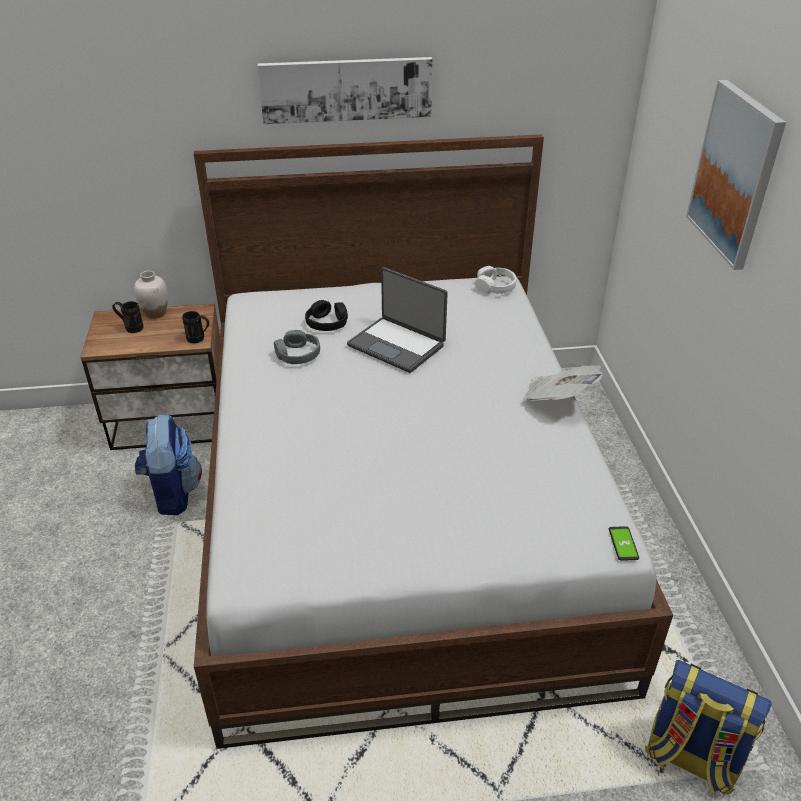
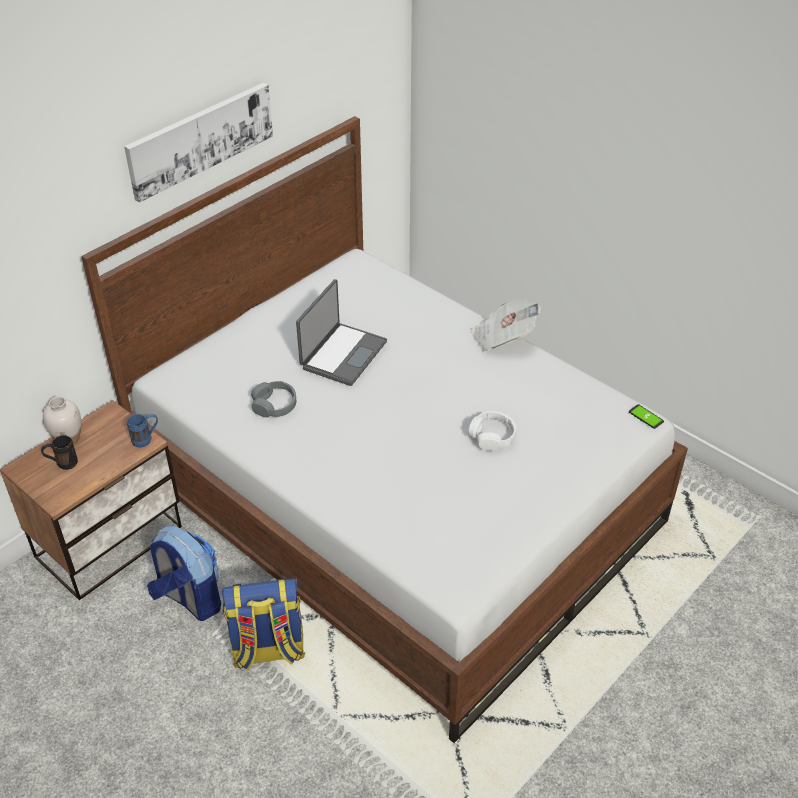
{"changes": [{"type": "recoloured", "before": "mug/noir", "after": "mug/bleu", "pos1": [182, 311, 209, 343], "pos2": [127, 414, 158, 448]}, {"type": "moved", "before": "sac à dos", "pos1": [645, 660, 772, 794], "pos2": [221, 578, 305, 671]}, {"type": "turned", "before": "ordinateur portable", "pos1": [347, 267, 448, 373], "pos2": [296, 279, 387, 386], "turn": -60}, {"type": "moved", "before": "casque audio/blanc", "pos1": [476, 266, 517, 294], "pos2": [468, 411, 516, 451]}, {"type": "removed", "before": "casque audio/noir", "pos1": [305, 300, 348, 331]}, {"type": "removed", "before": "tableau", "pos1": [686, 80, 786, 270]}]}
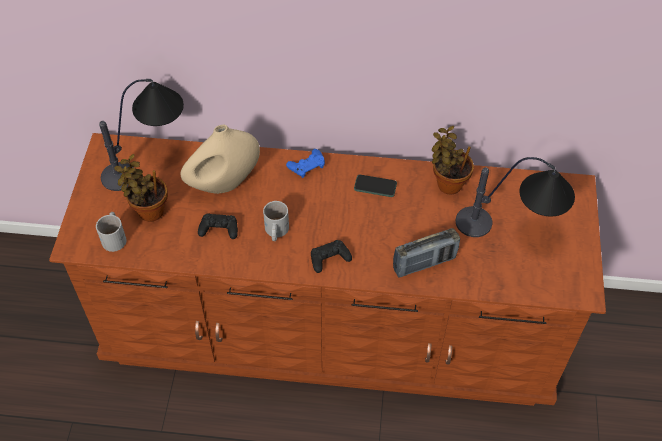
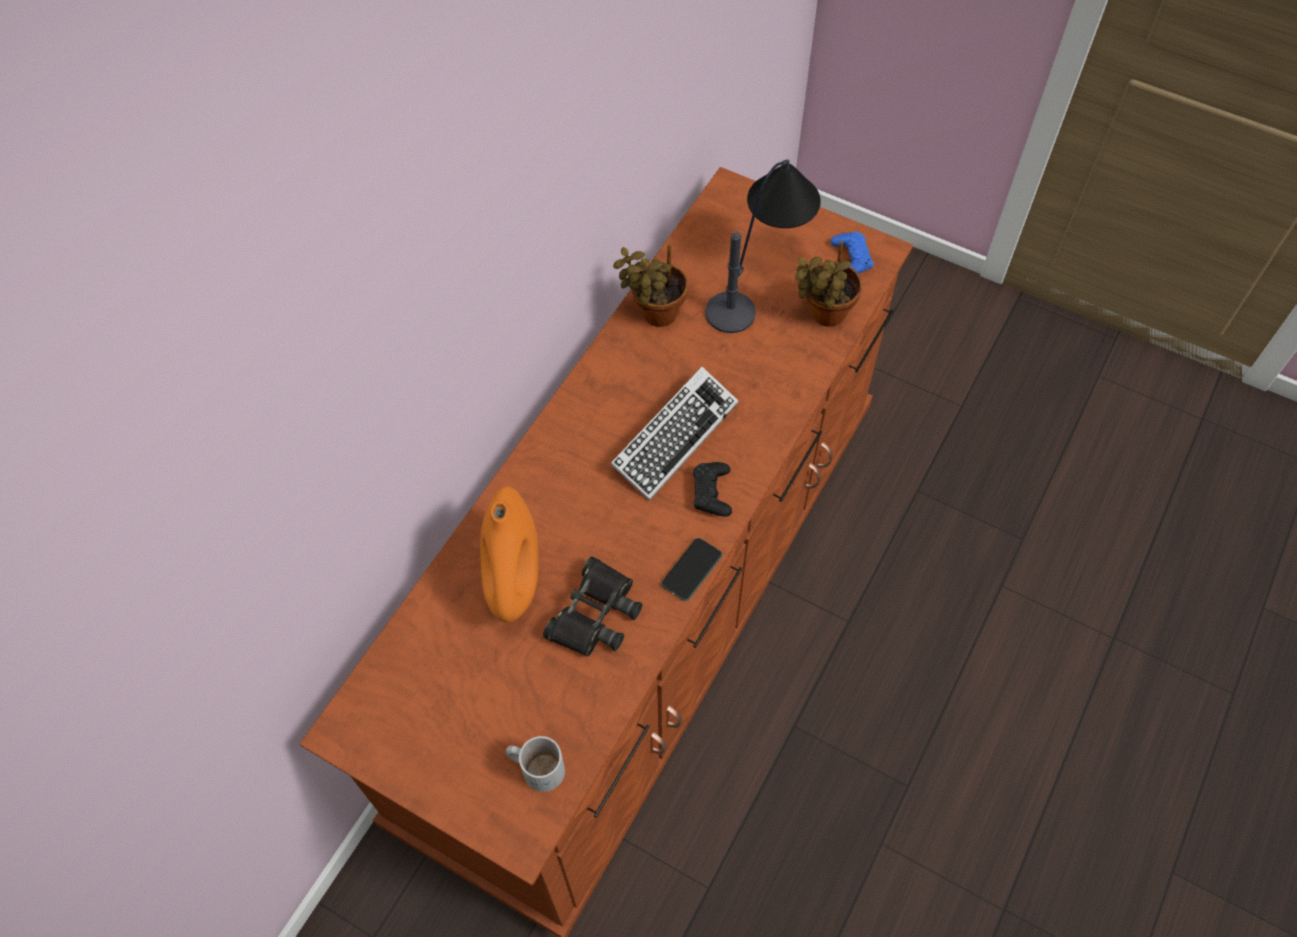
{"changes": [{"type": "recoloured", "before": "vase/beige", "after": "vase/orange", "pos1": [180, 124, 260, 194], "pos2": [480, 487, 539, 623]}, {"type": "replaced", "before": "manette/noir", "after": "jumelles/noir", "pos1": [198, 213, 238, 239], "pos2": [543, 556, 643, 657]}, {"type": "added", "after": "clavier", "pos2": [610, 367, 738, 501]}, {"type": "moved", "before": "téléphone", "pos1": [354, 175, 397, 197], "pos2": [661, 538, 722, 601]}, {"type": "moved", "before": "plante en pot", "pos1": [115, 154, 168, 222], "pos2": [795, 241, 862, 327]}, {"type": "moved", "before": "manette/bleu", "pos1": [286, 149, 325, 178], "pos2": [830, 232, 874, 274]}, {"type": "removed", "before": "lampe de table", "pos1": [99, 79, 184, 191]}, {"type": "removed", "before": "mug/blanc", "pos1": [263, 201, 289, 241]}, {"type": "removed", "before": "radio", "pos1": [393, 228, 460, 277]}]}
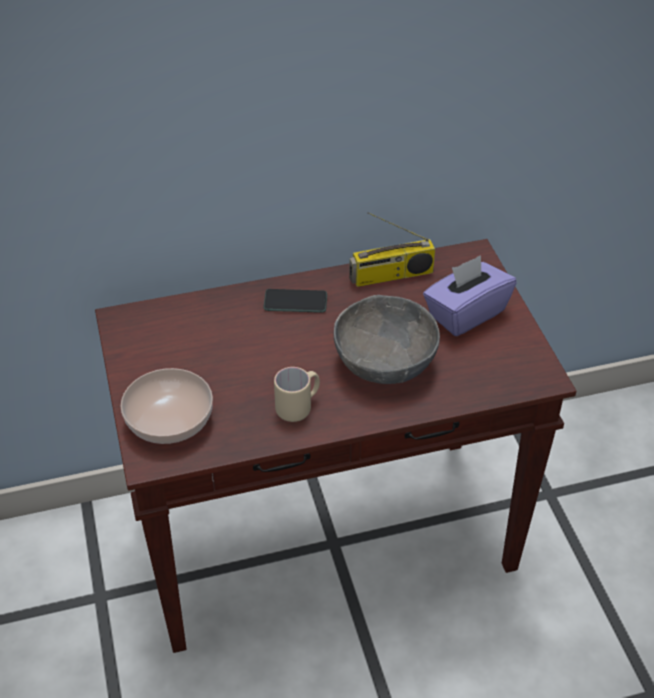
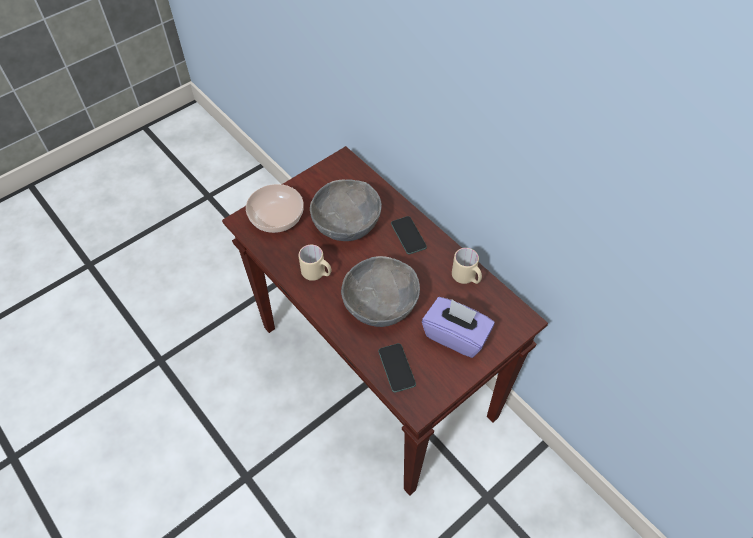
{"changes": [{"type": "added", "after": "bol/gris", "pos2": [310, 179, 382, 241]}, {"type": "added", "after": "téléphone", "pos2": [378, 343, 416, 393]}, {"type": "replaced", "before": "radio", "after": "mug/beige", "pos1": [349, 212, 435, 287], "pos2": [452, 248, 482, 284]}]}
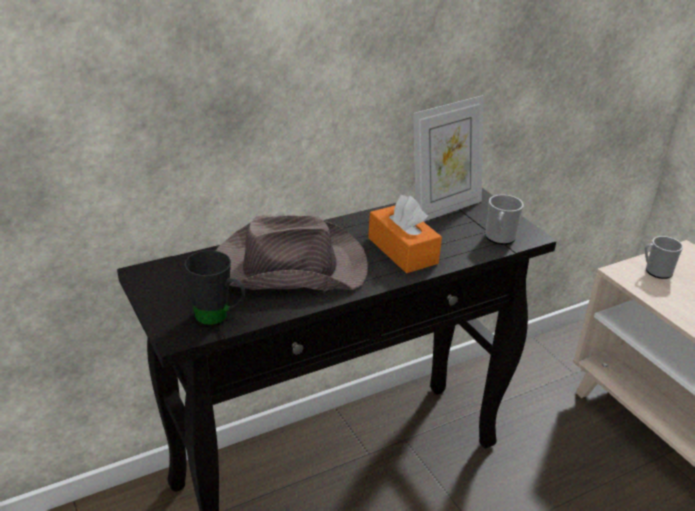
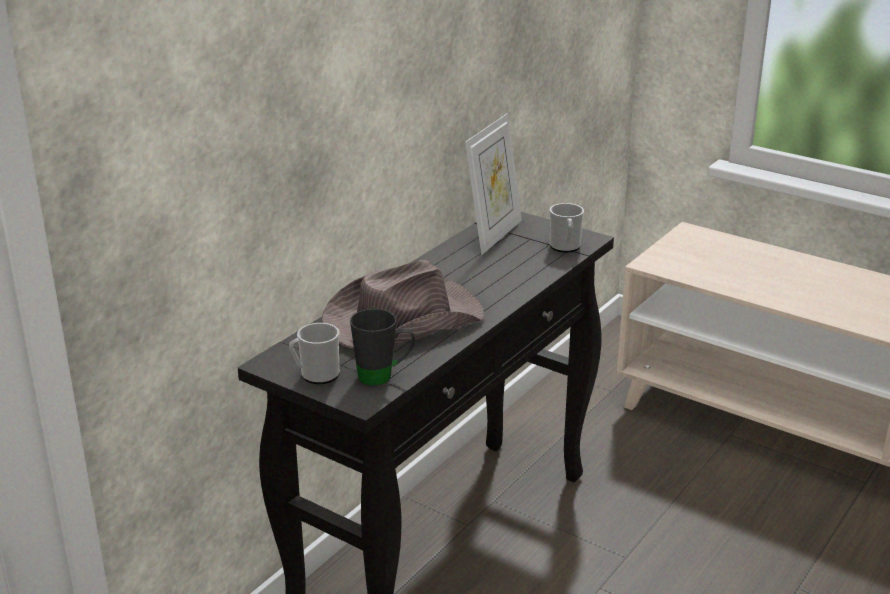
{"changes": [{"type": "moved", "before": "mug", "pos1": [644, 236, 683, 279], "pos2": [289, 323, 339, 384]}, {"type": "removed", "before": "boîte à mouchoirs/orange", "pos1": [368, 195, 442, 273]}]}
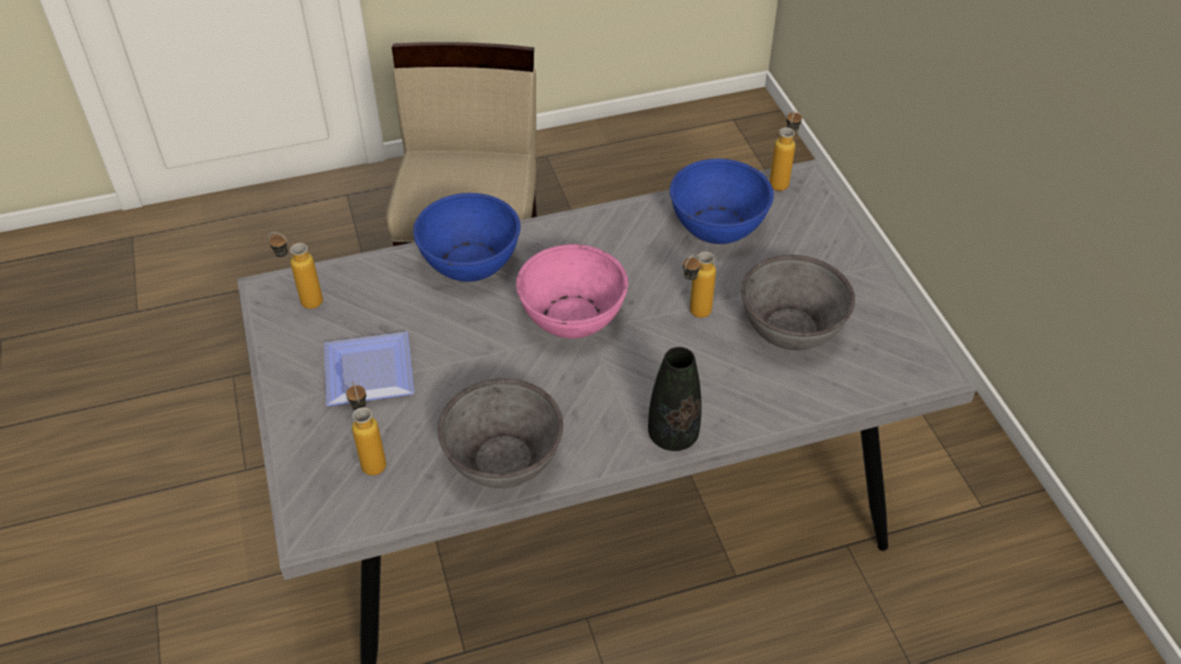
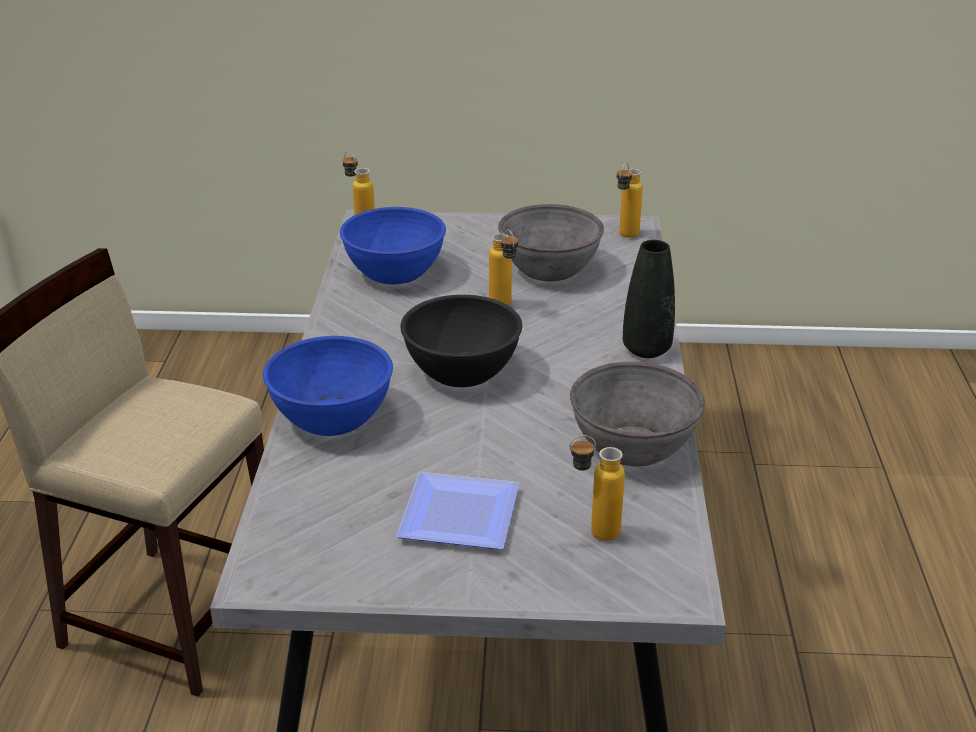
{"changes": [{"type": "recoloured", "before": "bol/rose", "after": "bol/noir", "pos1": [516, 244, 628, 339], "pos2": [400, 295, 522, 387]}, {"type": "moved", "before": "bouteille", "pos1": [268, 232, 323, 309], "pos2": [617, 163, 643, 238]}]}
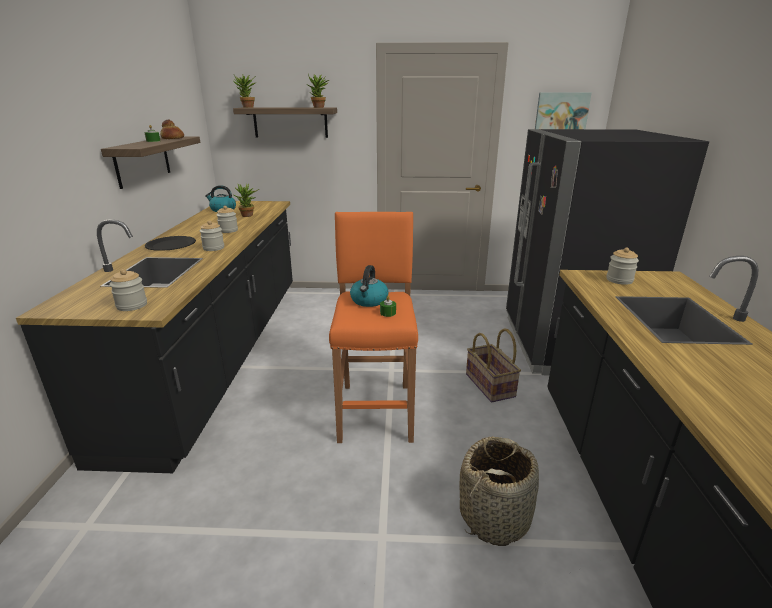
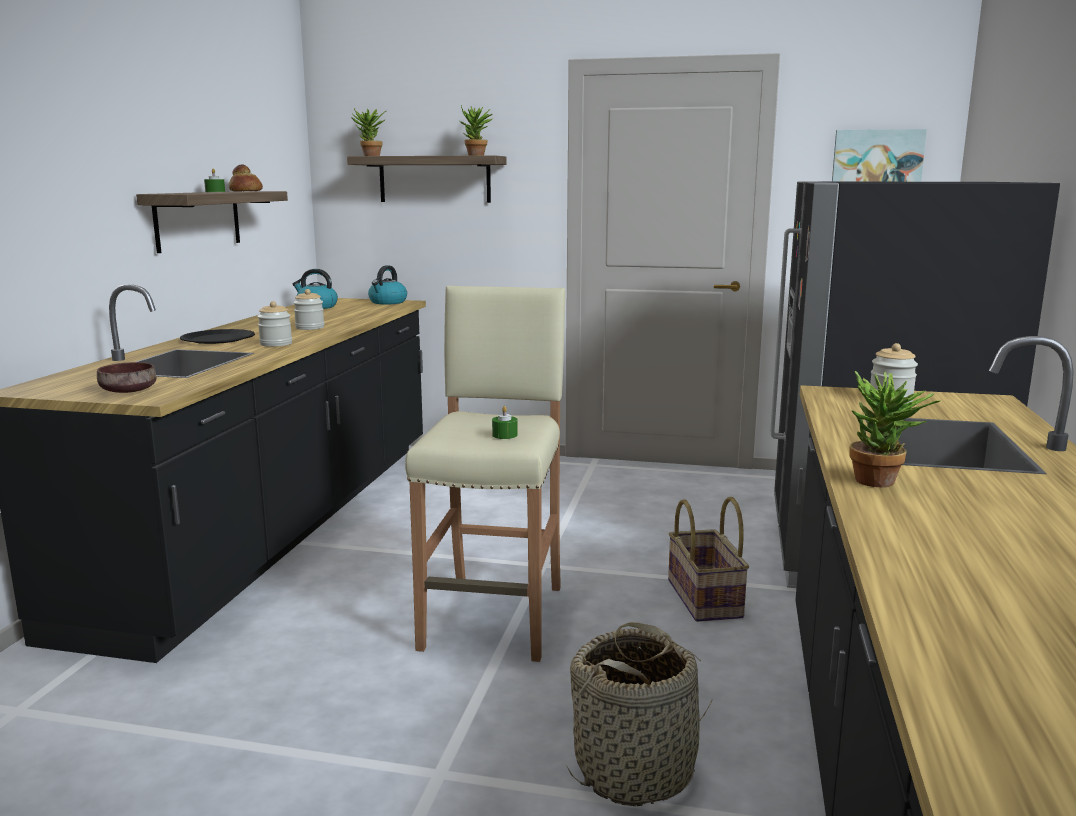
{"changes": [{"type": "replaced", "before": "bocal", "after": "bol/marron", "pos1": [109, 269, 147, 311], "pos2": [97, 362, 156, 393]}, {"type": "moved", "before": "bouilloire", "pos1": [350, 265, 389, 307], "pos2": [368, 265, 407, 305]}, {"type": "recoloured", "before": "tabouret/orange", "after": "tabouret/beige", "pos1": [329, 212, 418, 443], "pos2": [405, 285, 565, 662]}, {"type": "moved", "before": "plante en pot", "pos1": [234, 183, 259, 217], "pos2": [850, 371, 941, 487]}]}
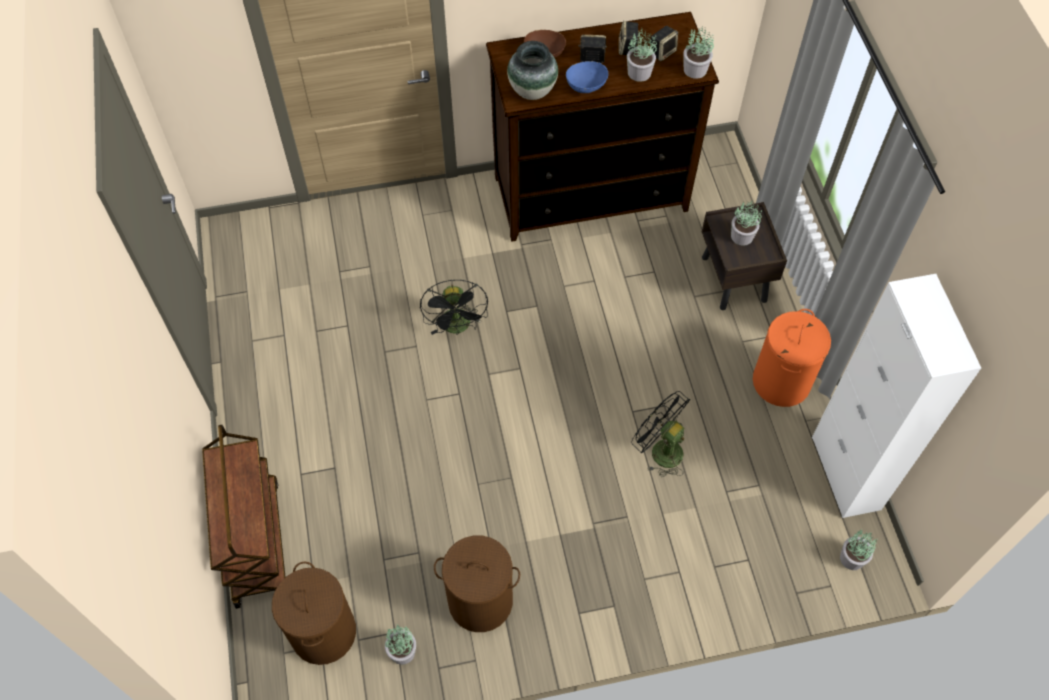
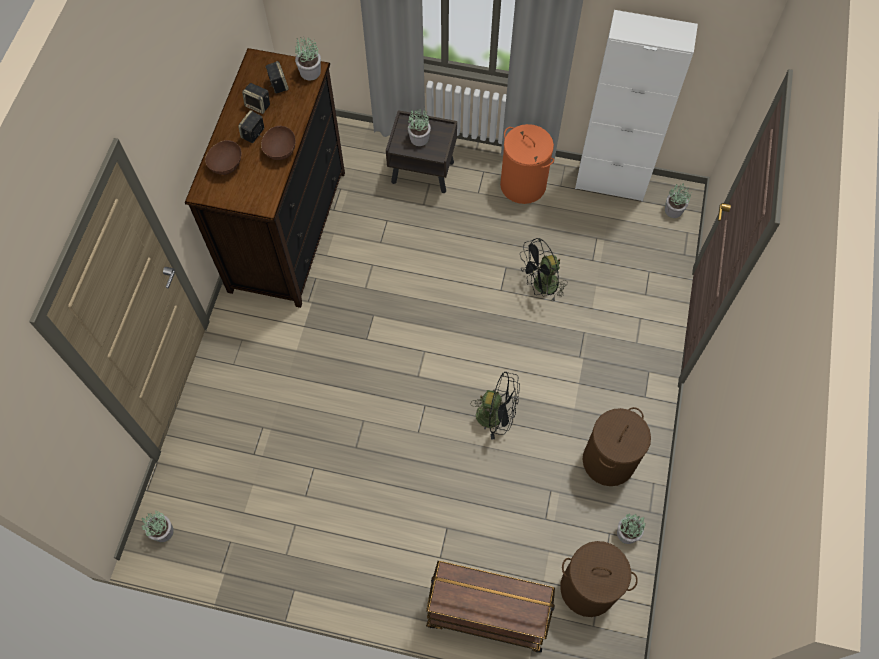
{"changes": [{"type": "moved", "before": "plante en pot", "pos1": [627, 28, 657, 82], "pos2": [141, 510, 174, 542]}, {"type": "recoloured", "before": "bol/bleu", "after": "bol/marron", "pos1": [566, 61, 608, 93], "pos2": [261, 126, 296, 160]}, {"type": "moved", "before": "ventilateur/noir", "pos1": [420, 280, 488, 335], "pos2": [471, 372, 520, 440]}, {"type": "removed", "before": "vase", "pos1": [507, 41, 558, 100]}]}
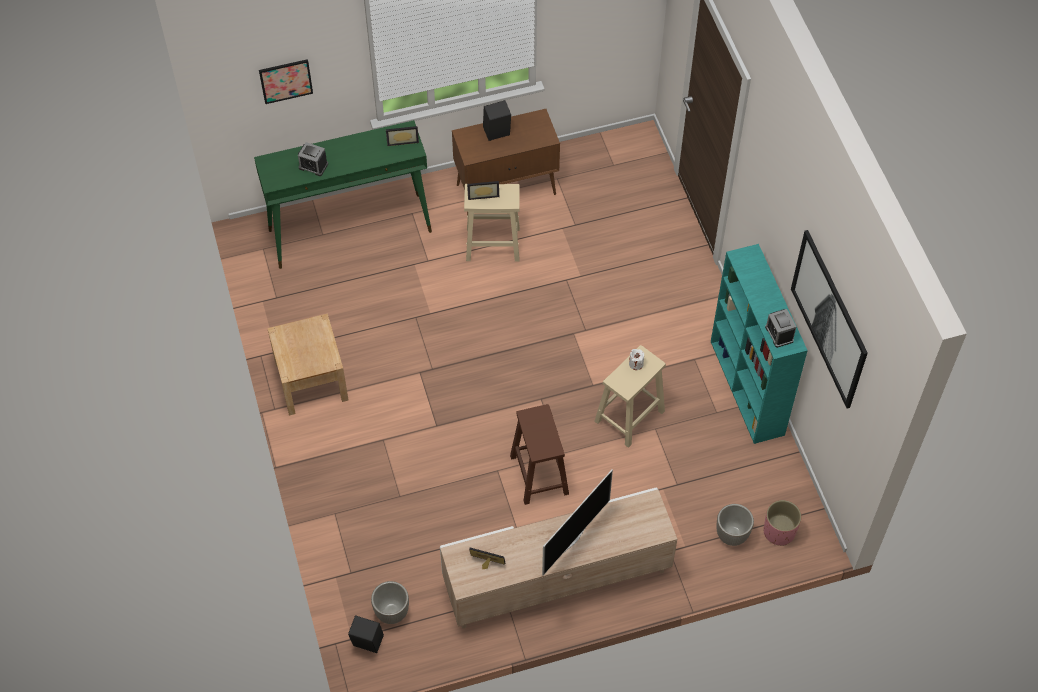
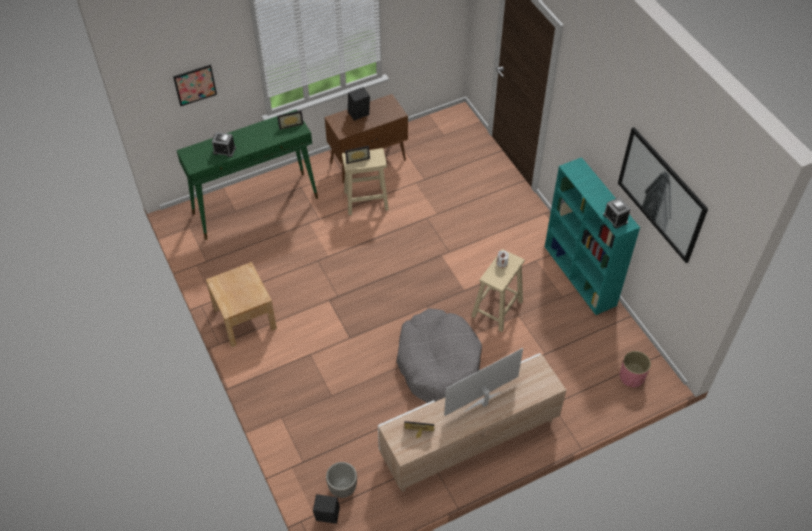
{"changes": [{"type": "replaced", "before": "tabouret/marron", "after": "panier pour chien/gris", "pos1": [510, 404, 569, 505], "pos2": [396, 308, 482, 403]}, {"type": "turned", "before": "téléviseur", "pos1": [542, 469, 613, 576], "pos2": [444, 348, 523, 416], "turn": -150}, {"type": "removed", "before": "cache-pot", "pos1": [716, 504, 754, 546]}]}
